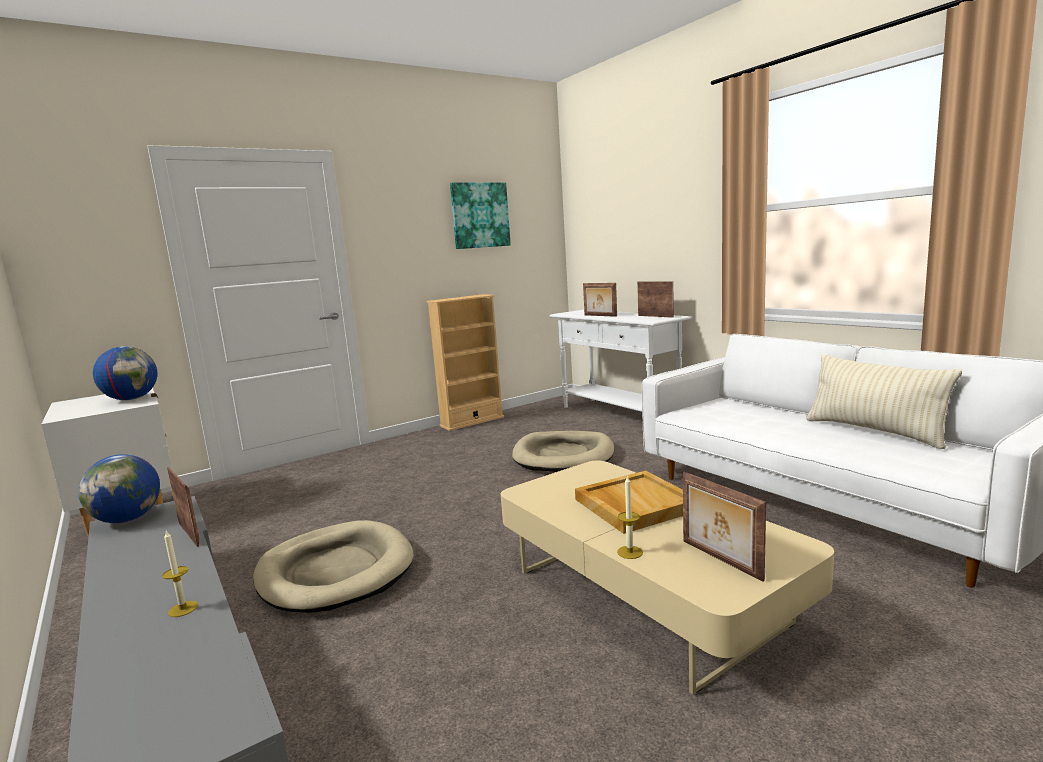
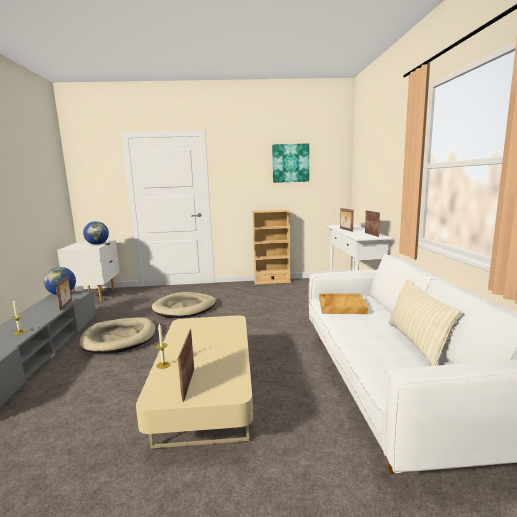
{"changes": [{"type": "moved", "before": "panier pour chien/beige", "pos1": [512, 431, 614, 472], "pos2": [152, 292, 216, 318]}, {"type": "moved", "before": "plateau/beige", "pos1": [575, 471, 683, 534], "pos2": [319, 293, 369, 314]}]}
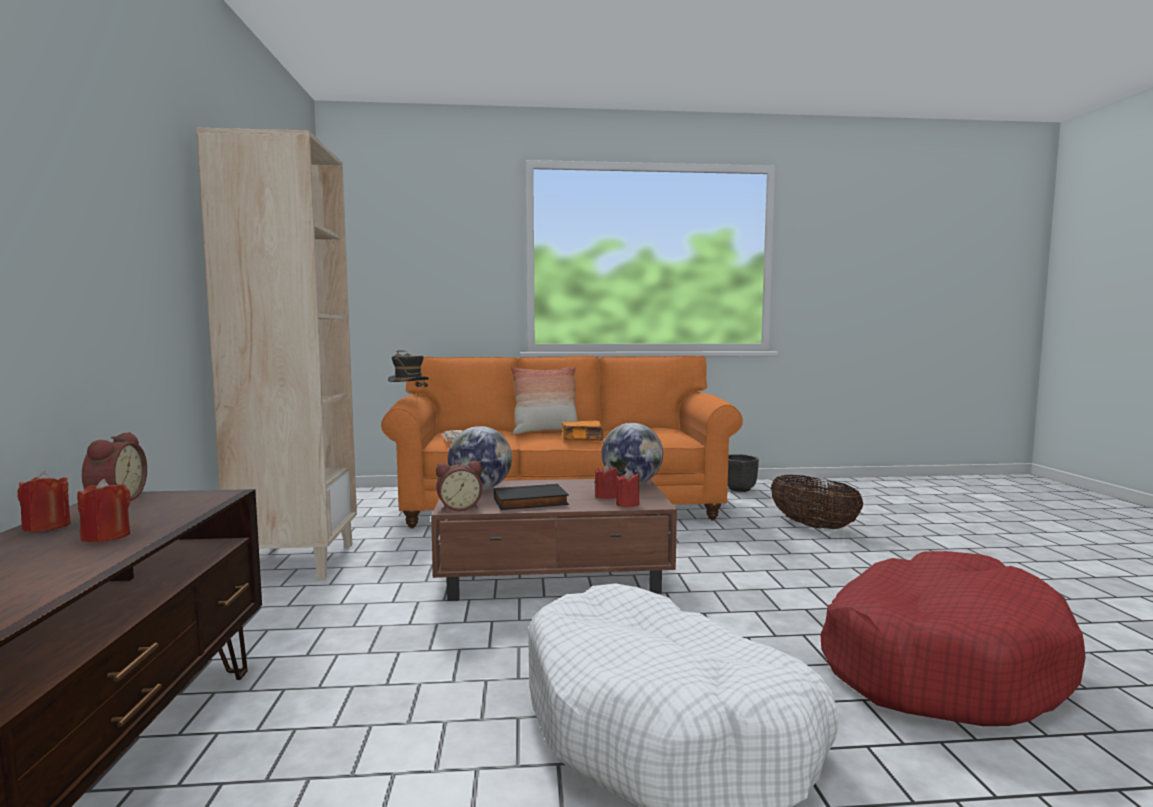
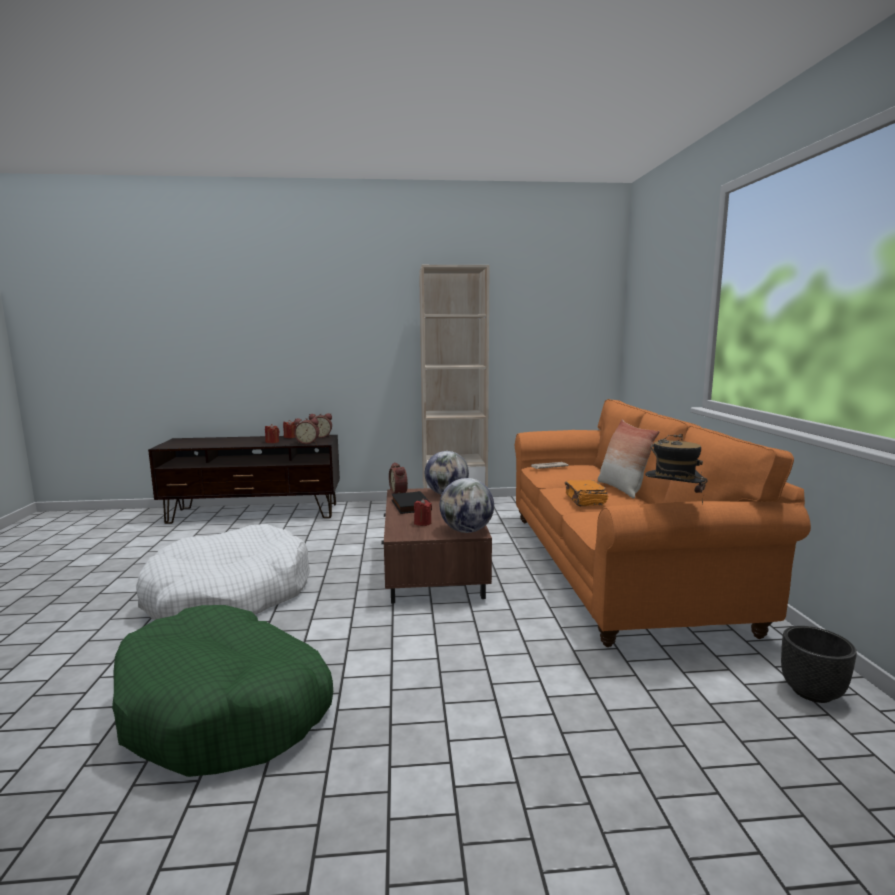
{"changes": [{"type": "recoloured", "before": "panier pour chien/rouge", "after": "panier pour chien/vert", "pos1": [820, 551, 1086, 726], "pos2": [112, 605, 333, 777]}, {"type": "added", "after": "réveil", "pos2": [294, 418, 320, 444]}, {"type": "moved", "before": "chapeau", "pos1": [388, 350, 429, 398], "pos2": [645, 434, 708, 504]}, {"type": "removed", "before": "bougie/rouge", "pos1": [616, 470, 640, 507]}, {"type": "removed", "before": "panier", "pos1": [771, 475, 864, 529]}]}
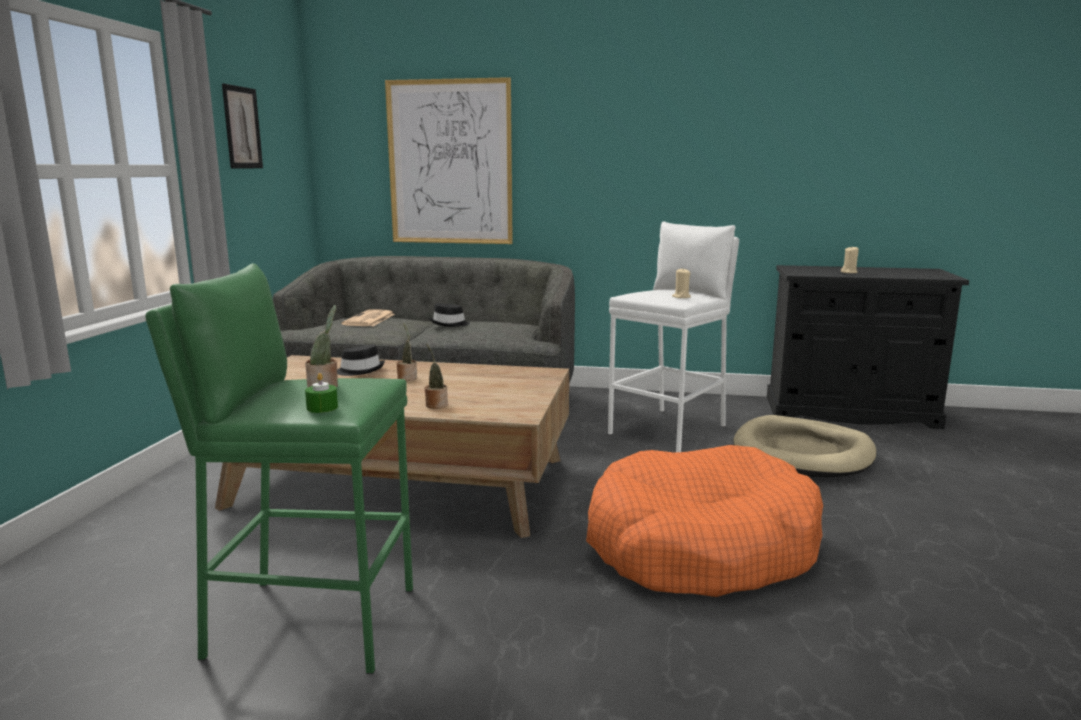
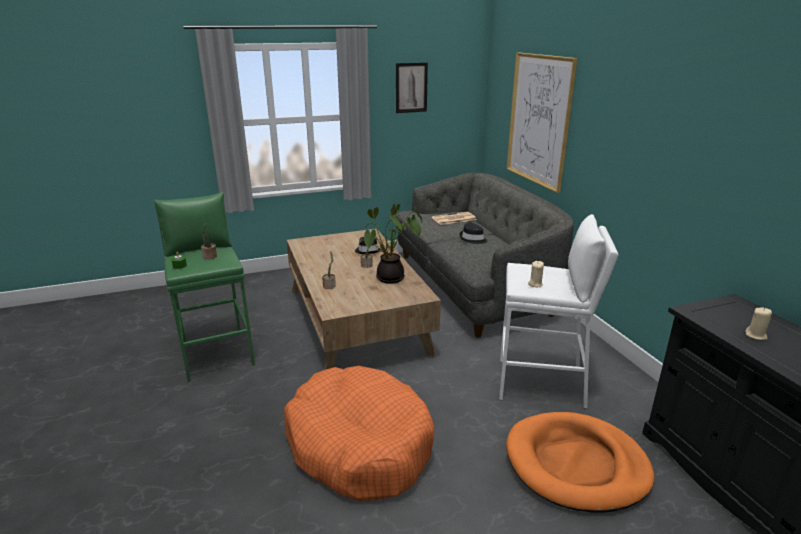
{"changes": [{"type": "added", "after": "plante en pot", "pos2": [358, 204, 422, 284]}, {"type": "recoloured", "before": "panier pour chien/beige", "after": "panier pour chien/orange", "pos1": [733, 415, 876, 477], "pos2": [506, 412, 654, 513]}]}
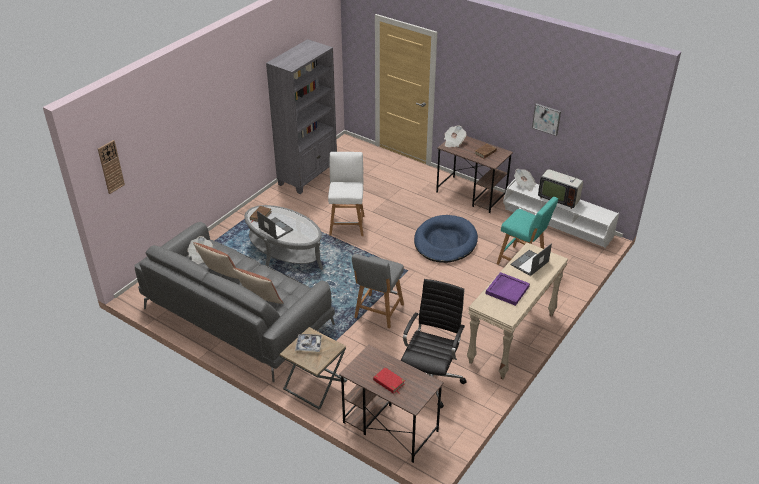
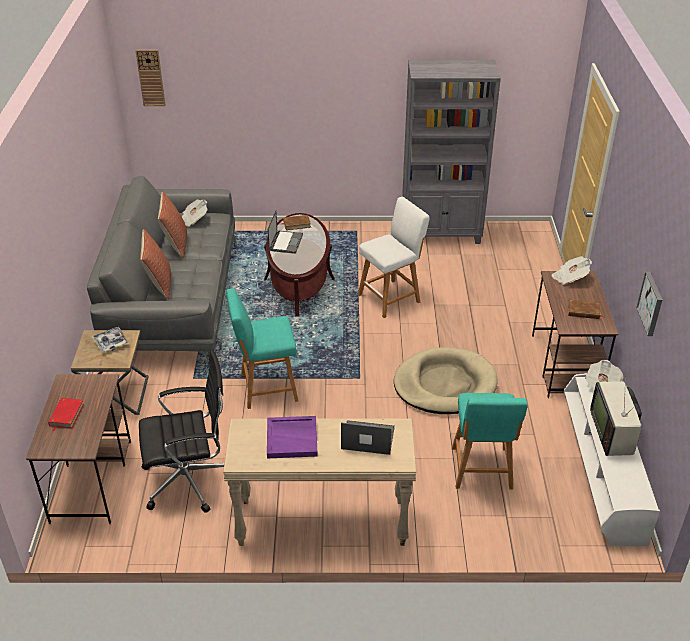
{"changes": [{"type": "recoloured", "before": "tabouret/gris", "after": "tabouret/turquoise", "pos1": [352, 254, 404, 328], "pos2": [226, 289, 298, 409]}, {"type": "recoloured", "before": "table basse/gris", "after": "table basse/marron", "pos1": [244, 205, 323, 270], "pos2": [264, 213, 335, 316]}, {"type": "recoloured", "before": "panier pour chien/bleu", "after": "panier pour chien/beige", "pos1": [414, 215, 478, 263], "pos2": [394, 347, 498, 414]}]}
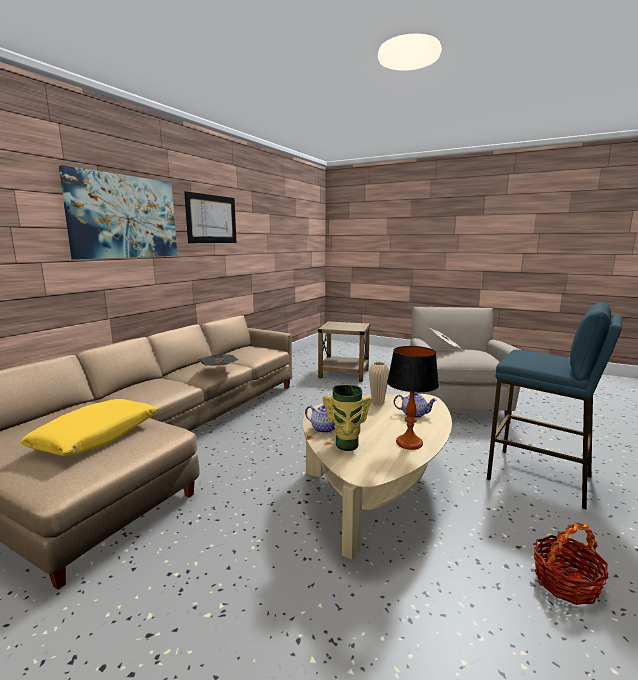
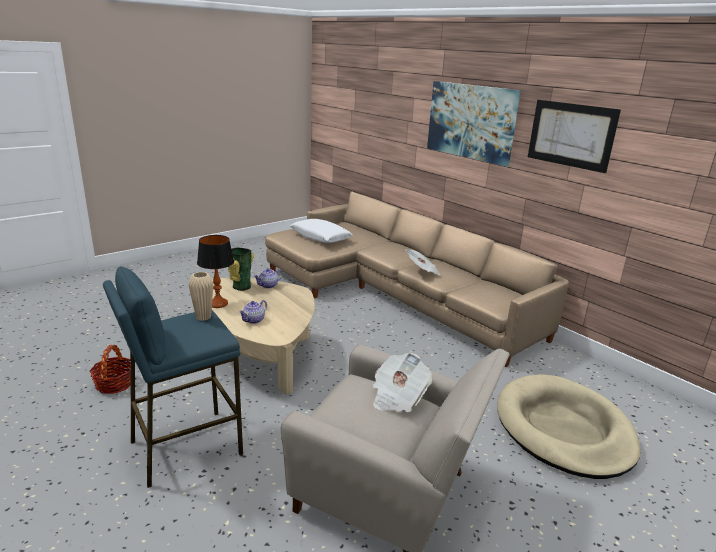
{"changes": [{"type": "moved", "before": "vase/beige", "pos1": [369, 362, 389, 404], "pos2": [189, 272, 214, 321]}, {"type": "recoloured", "before": "coussin/jaune", "after": "coussin/blanc", "pos1": [20, 399, 158, 456], "pos2": [290, 219, 352, 243]}, {"type": "replaced", "before": "table d'appoint/beige", "after": "panier pour chien/beige", "pos1": [318, 321, 370, 382], "pos2": [497, 374, 641, 479]}]}
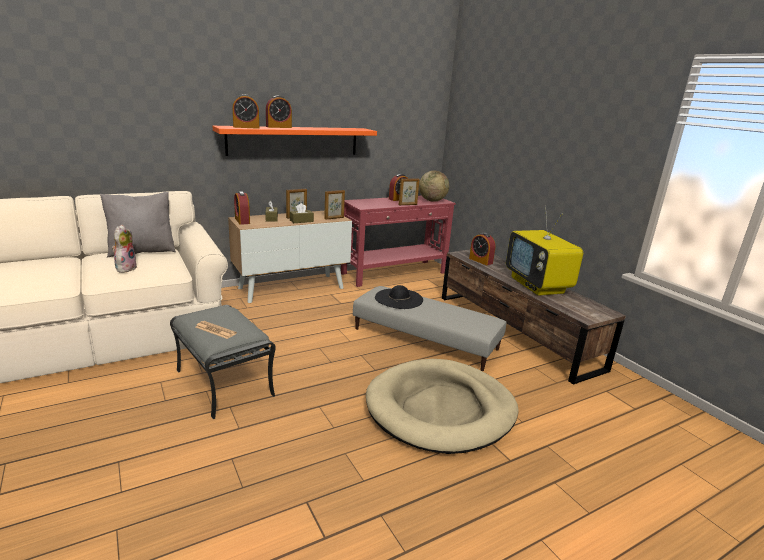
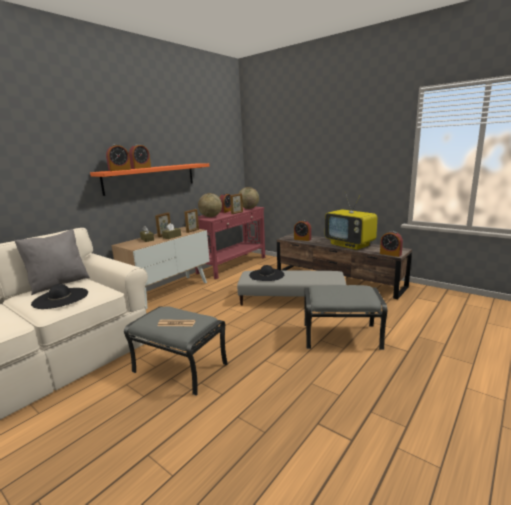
{"changes": [{"type": "replaced", "before": "peluche", "after": "chapeau/noir", "pos1": [112, 225, 137, 273], "pos2": [31, 284, 88, 309]}, {"type": "added", "after": "globe", "pos2": [198, 193, 222, 217]}, {"type": "replaced", "before": "panier pour chien/beige", "after": "pouf/gris", "pos1": [366, 359, 519, 454], "pos2": [304, 285, 387, 350]}, {"type": "moved", "before": "réveil", "pos1": [234, 191, 250, 225], "pos2": [380, 231, 403, 257]}]}
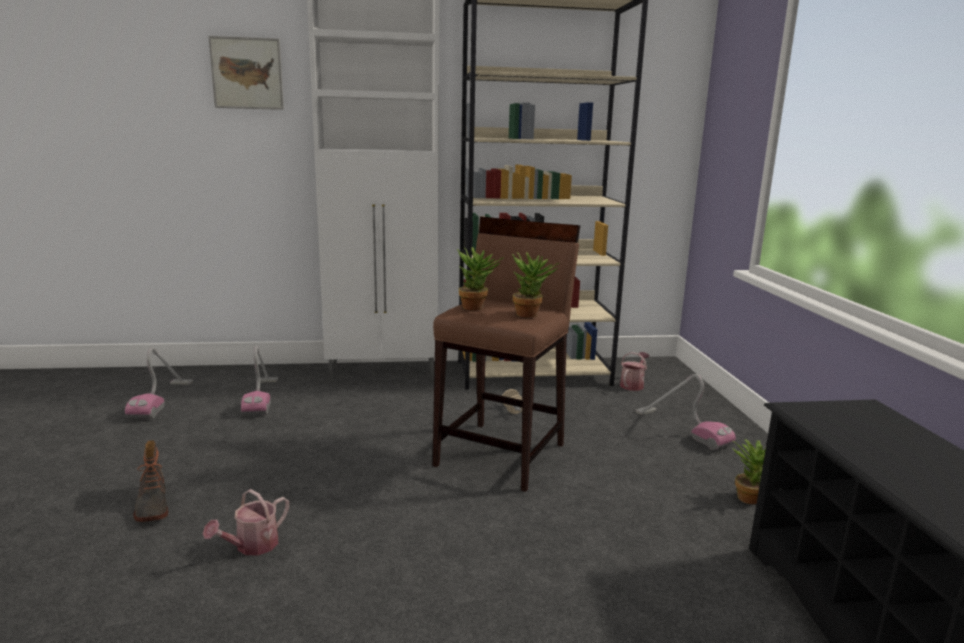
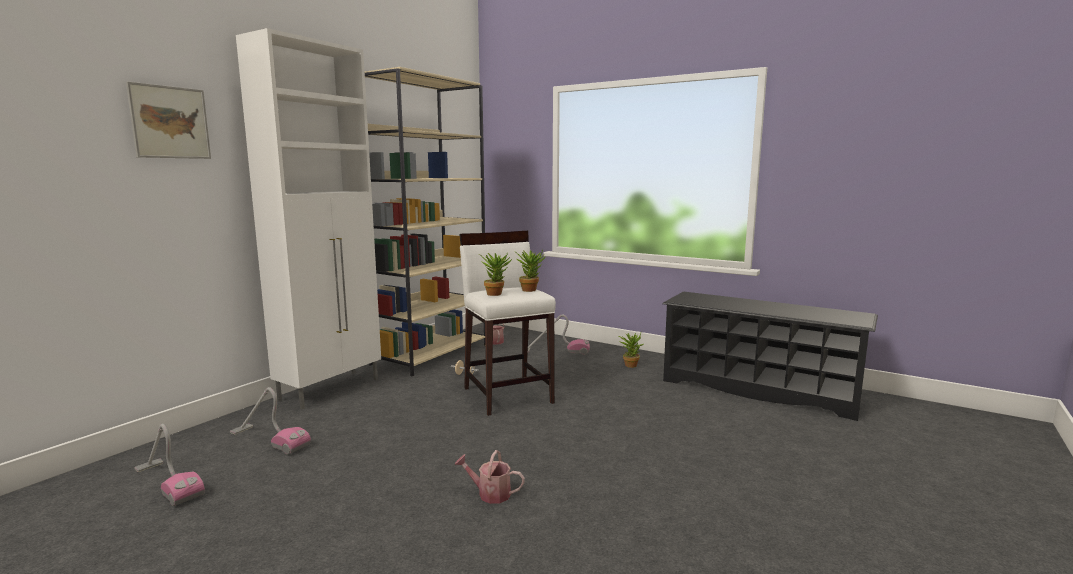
{"changes": [{"type": "turned", "before": "arrosoir", "pos1": [203, 489, 289, 555], "pos2": [454, 450, 525, 504], "turn": 120}, {"type": "recoloured", "before": "tabouret/marron", "after": "tabouret/blanc", "pos1": [433, 216, 580, 492], "pos2": [459, 231, 556, 416]}, {"type": "removed", "before": "botte", "pos1": [133, 440, 168, 522]}]}
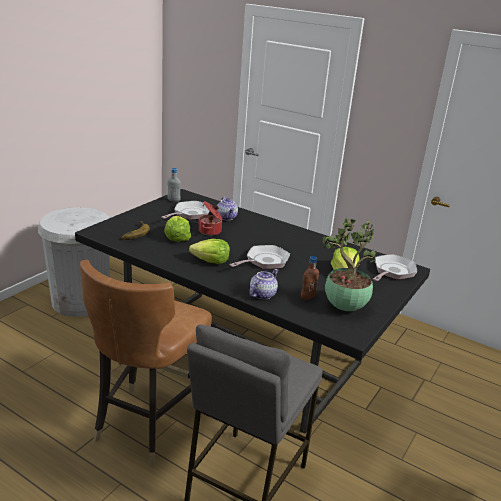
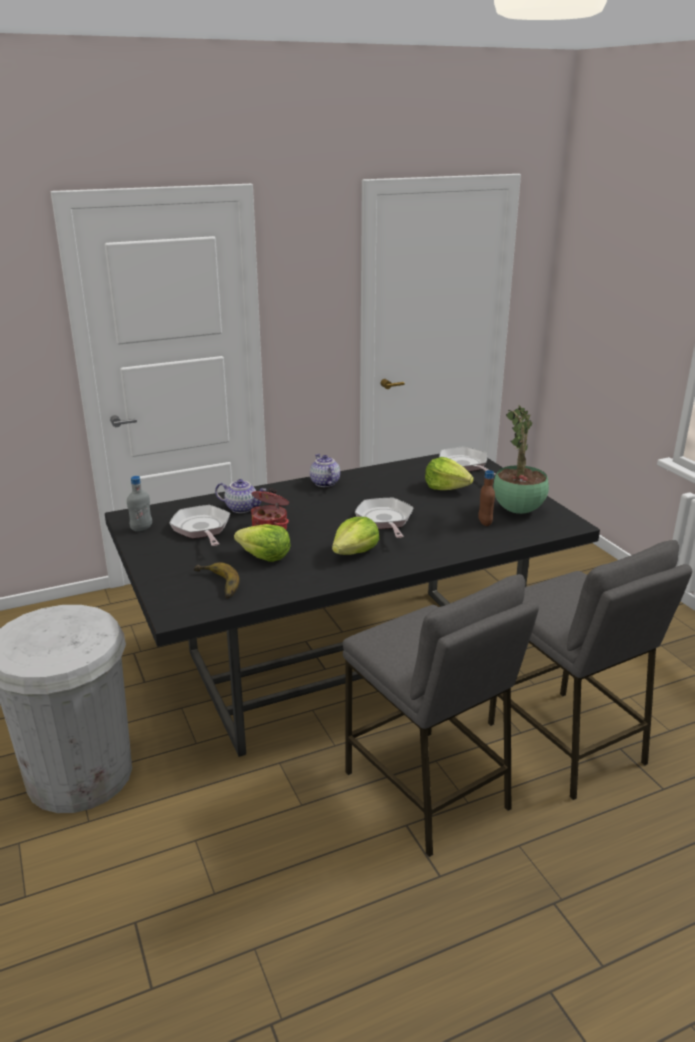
{"changes": [{"type": "moved", "before": "théière", "pos1": [249, 269, 278, 300], "pos2": [310, 454, 340, 487]}, {"type": "replaced", "before": "chaise/marron", "after": "tabouret/gris", "pos1": [80, 259, 212, 465], "pos2": [342, 574, 539, 857]}]}
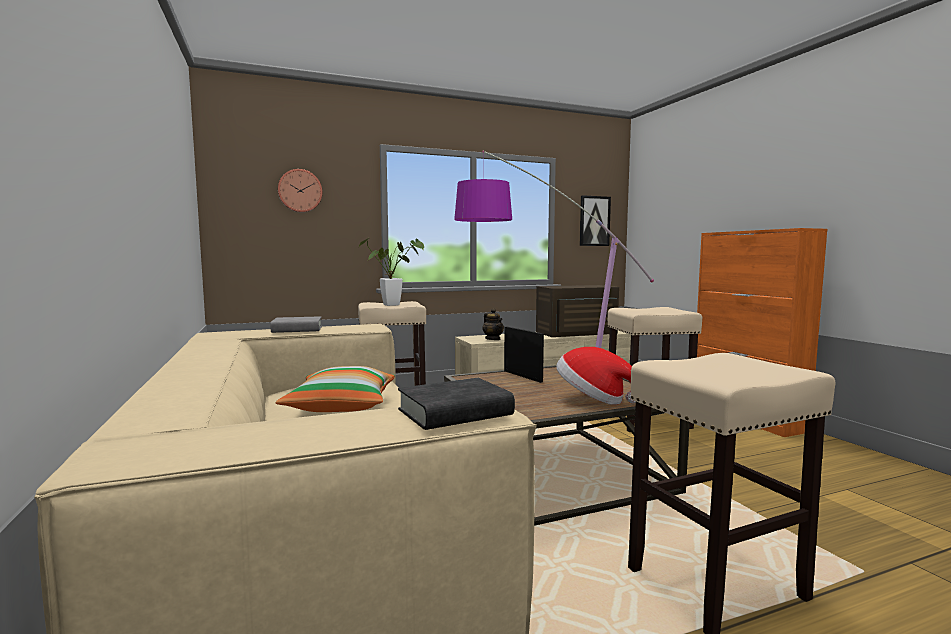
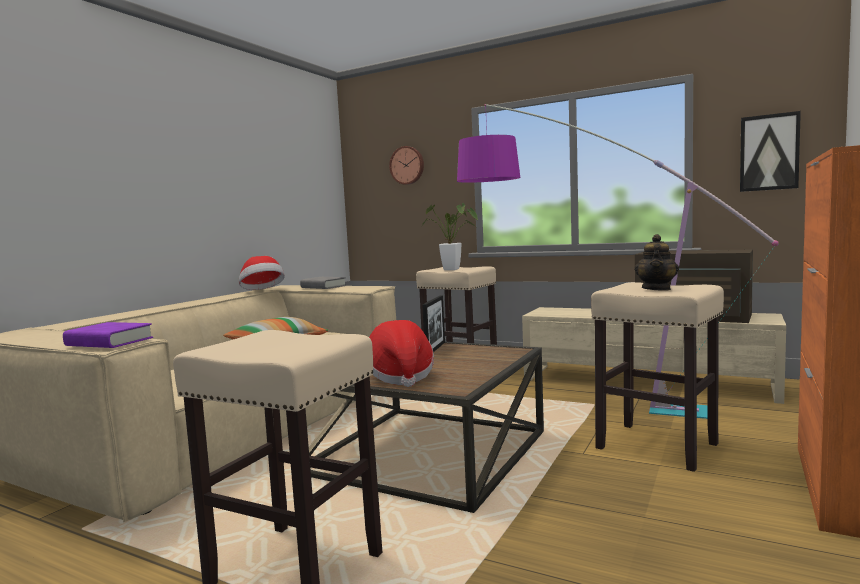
{"changes": [{"type": "recoloured", "before": "livre/noir", "after": "livre/violet", "pos1": [398, 378, 515, 430], "pos2": [63, 322, 153, 348]}, {"type": "added", "after": "chapeau", "pos2": [239, 256, 285, 290]}, {"type": "moved", "before": "théière", "pos1": [482, 308, 504, 340], "pos2": [634, 234, 679, 291]}]}
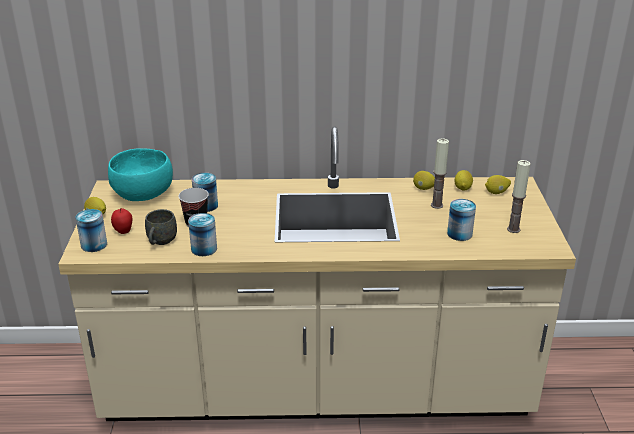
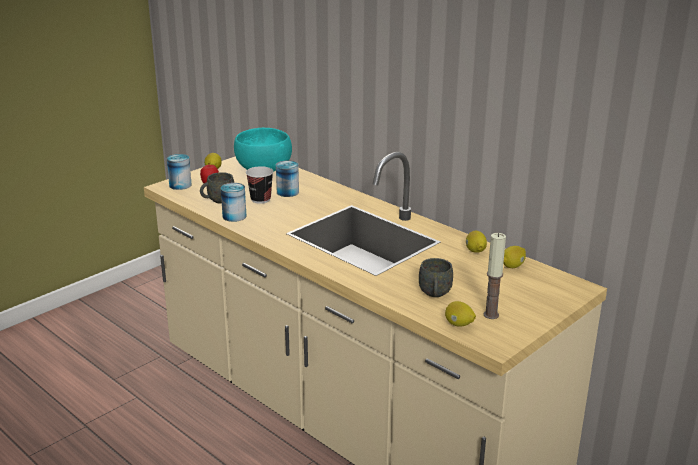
{"changes": [{"type": "replaced", "before": "boîte métallique", "after": "mug/gris", "pos1": [447, 199, 476, 241], "pos2": [419, 258, 453, 297]}, {"type": "moved", "before": "citron", "pos1": [485, 175, 511, 194], "pos2": [445, 301, 476, 327]}, {"type": "removed", "before": "bougie", "pos1": [431, 138, 449, 209]}]}
